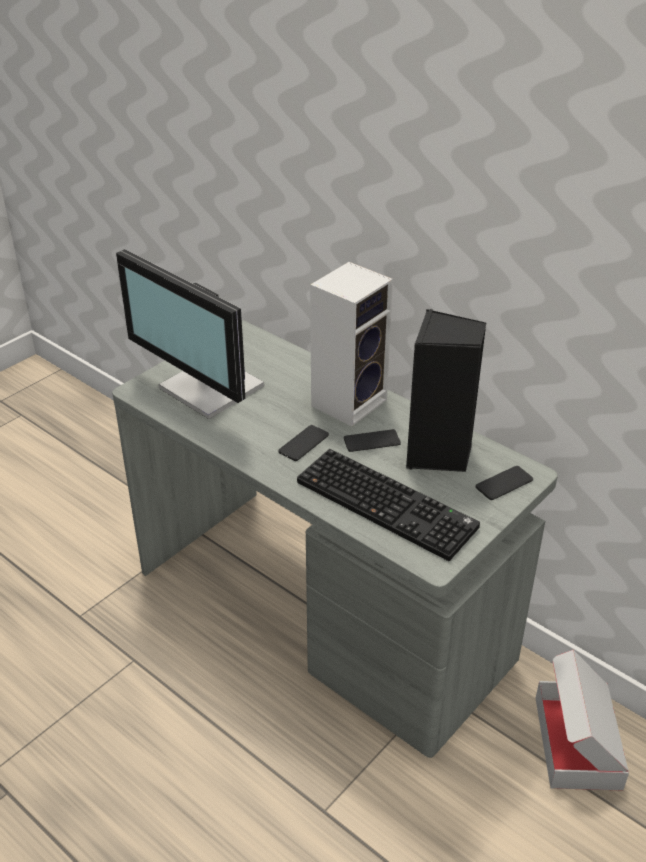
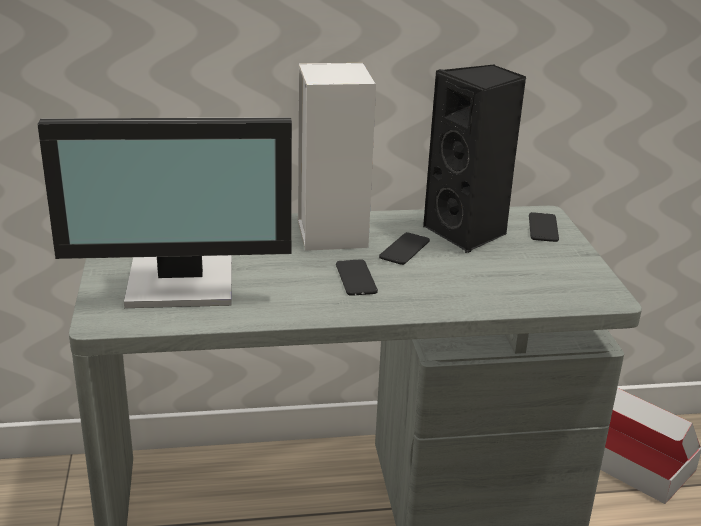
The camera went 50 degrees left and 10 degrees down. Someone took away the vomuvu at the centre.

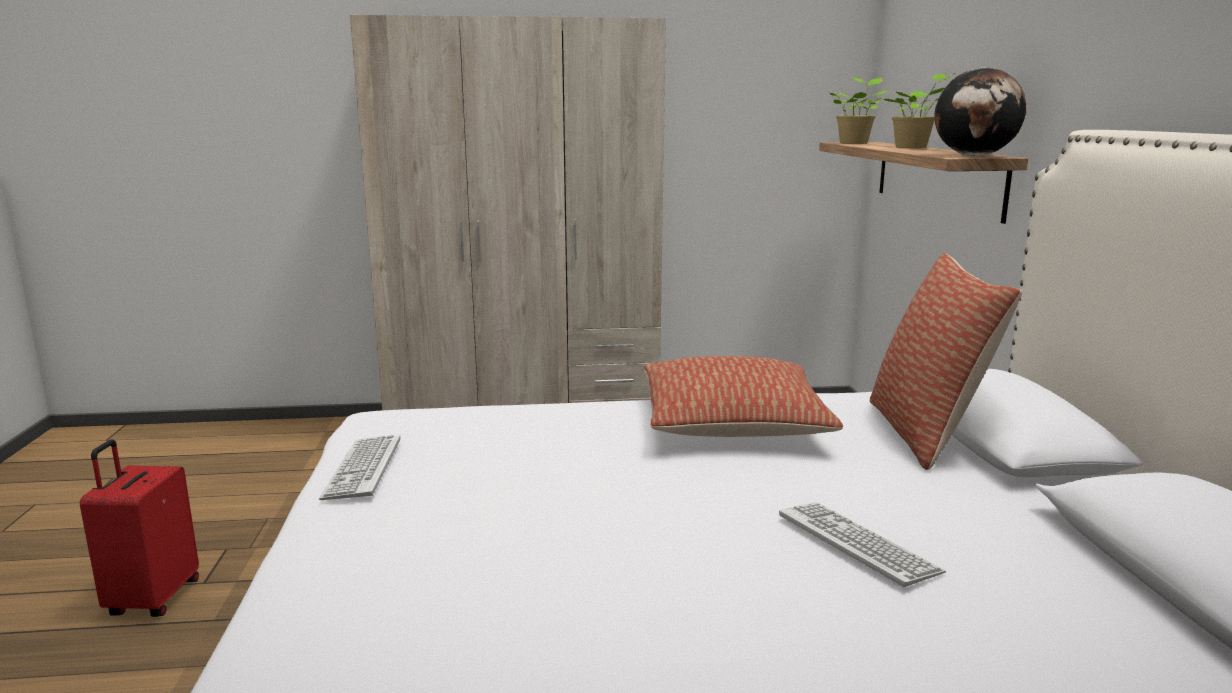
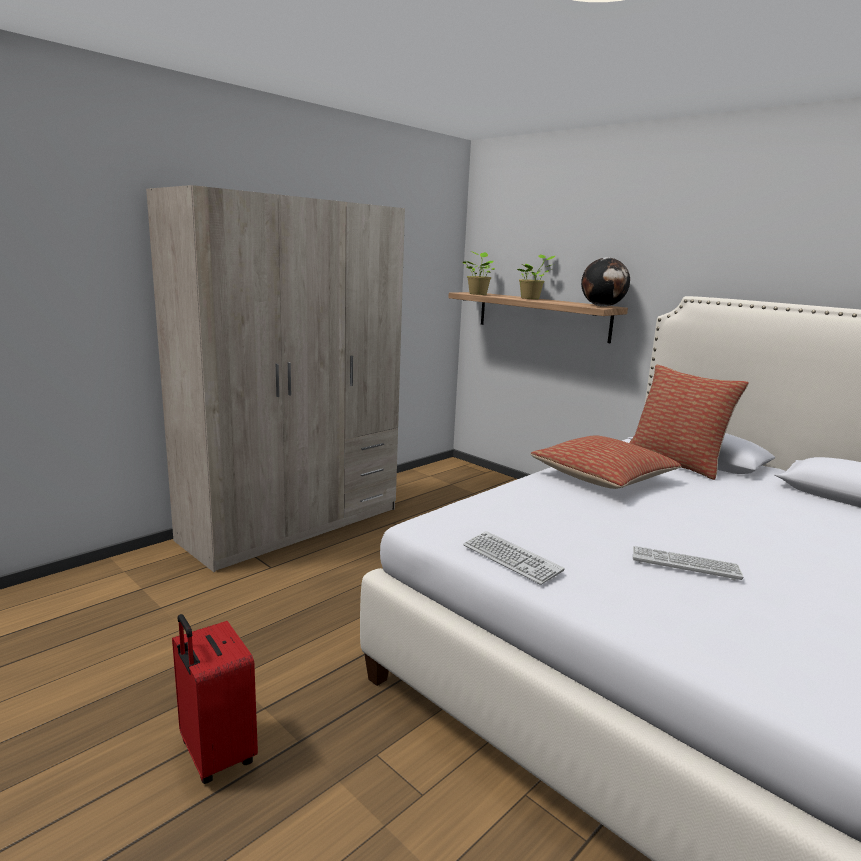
The camera went 40 degrees left and 0 degrees up. Someone carried the vomuvu (2nd from left) from the bottom right to the middle right.

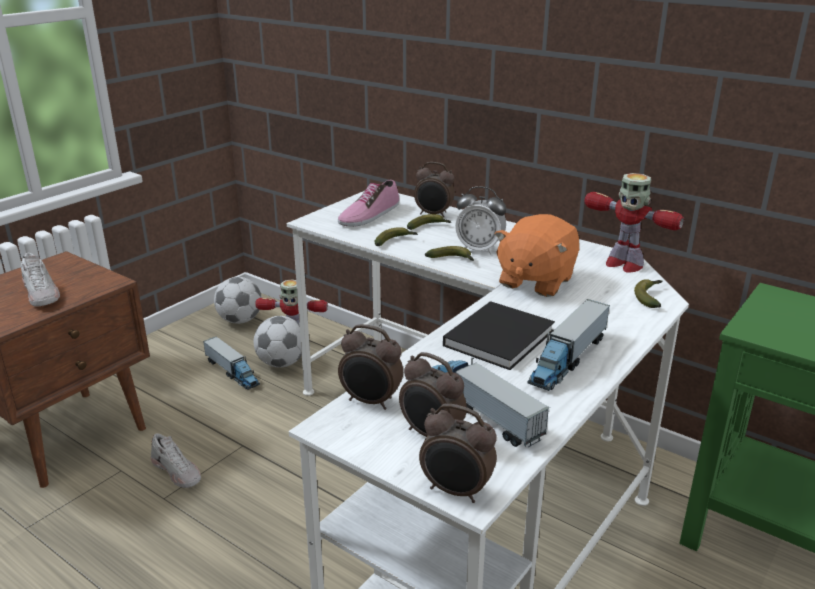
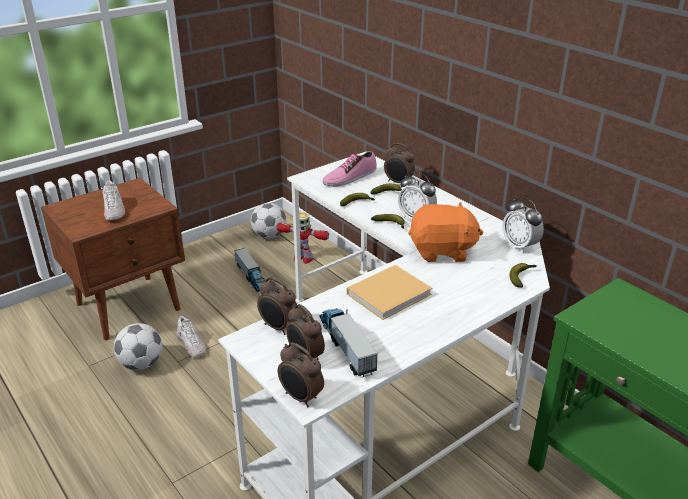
The camera went 15 degrees right and 5 degrees up. Someone carried the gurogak (2nd from left in the first image) from the centre to the bottom left. Someone repainted the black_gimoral at the centre, which became the beige_gimoral at the centre. Someone rotated the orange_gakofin at the centre by 135 degrees counterclockwise. Someone swapped the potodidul (2nd from left) at the middle right for the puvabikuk (6th from left) at the middle right. Someone took away the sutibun (3rd from left) at the middle right.

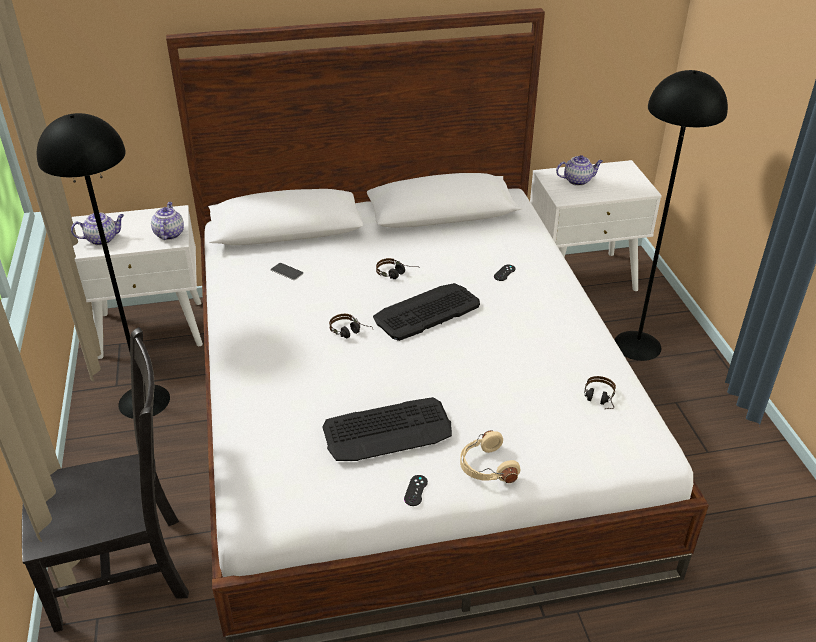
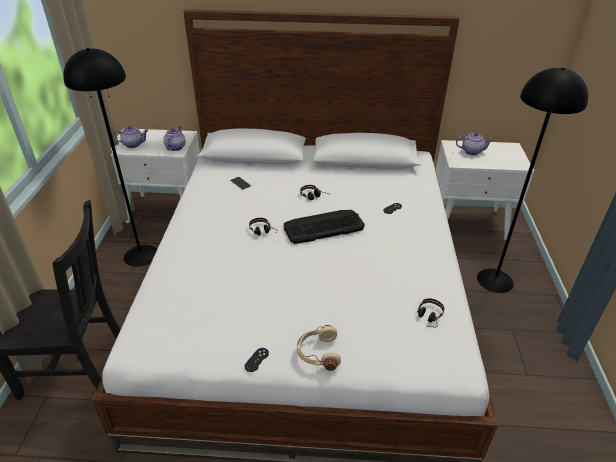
The camera went 15 degrees right and 0 degrees up. Someone took away the vomuvu (1st from left) at the bottom centre.

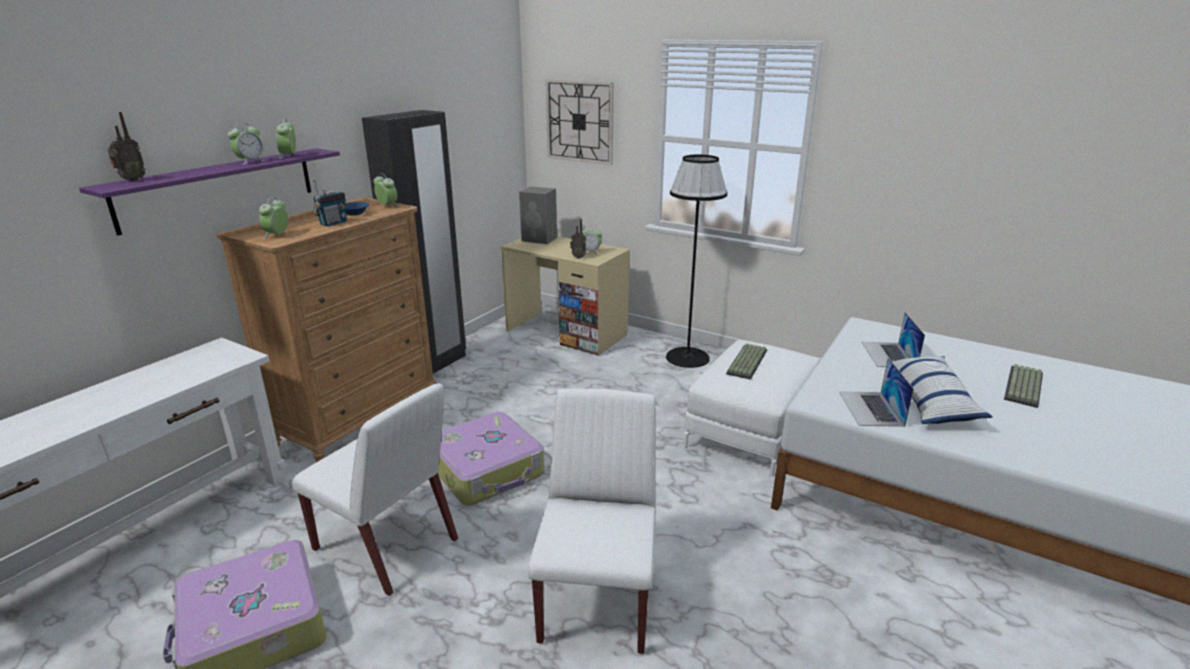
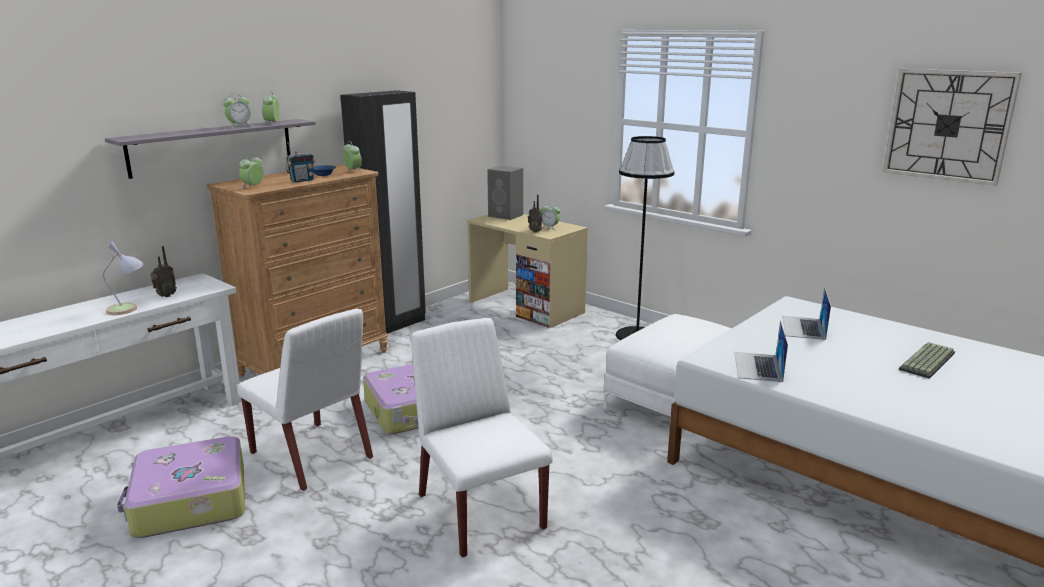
The camera went 10 degrees right and 5 degrees down. Someone put down the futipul at the middle left. Someone repainted the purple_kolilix at the top left, which became the grey_kolilix at the top left. Someone carried the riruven (1st from left) from the top left to the middle left. Someone rotated the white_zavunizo (2nd from left) at the bottom centre by 45 degrees counterclockwise. Someone carried the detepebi from the top centre to the top right. Someone took away the vomuvu (1st from left) at the centre. Someone took away the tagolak at the middle right.

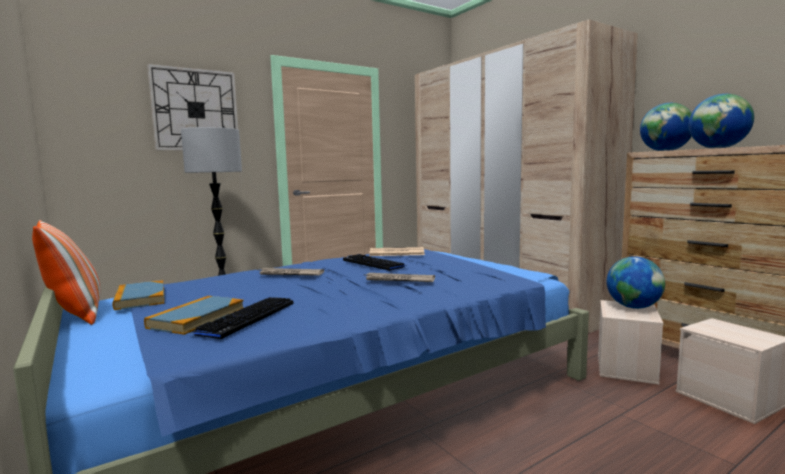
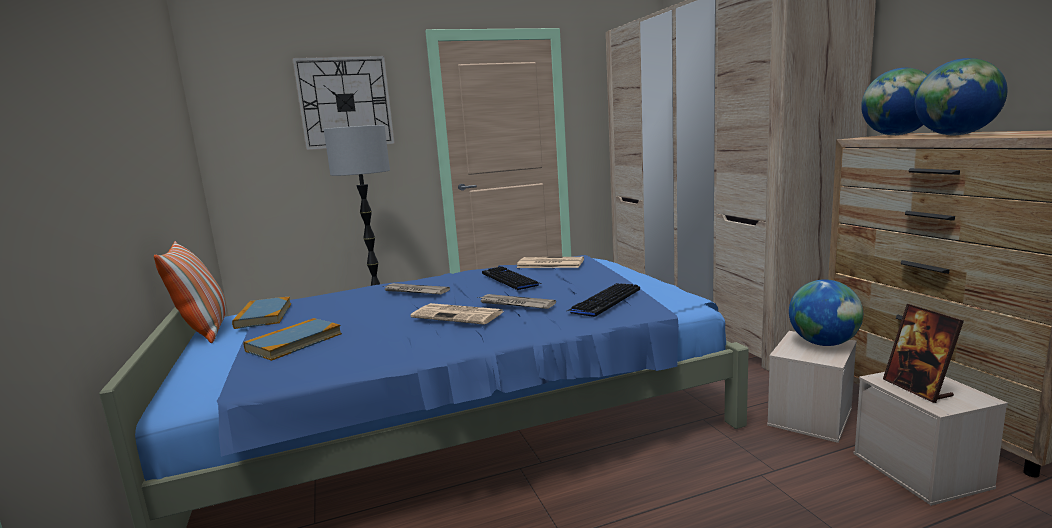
The camera went 15 degrees right and 5 degrees up. Someone put down the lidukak (2nd from left) at the centre. Someone carried the vomuvu (1st from left in the first image) from the bottom left to the centre. Someone put down the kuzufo at the bottom right.

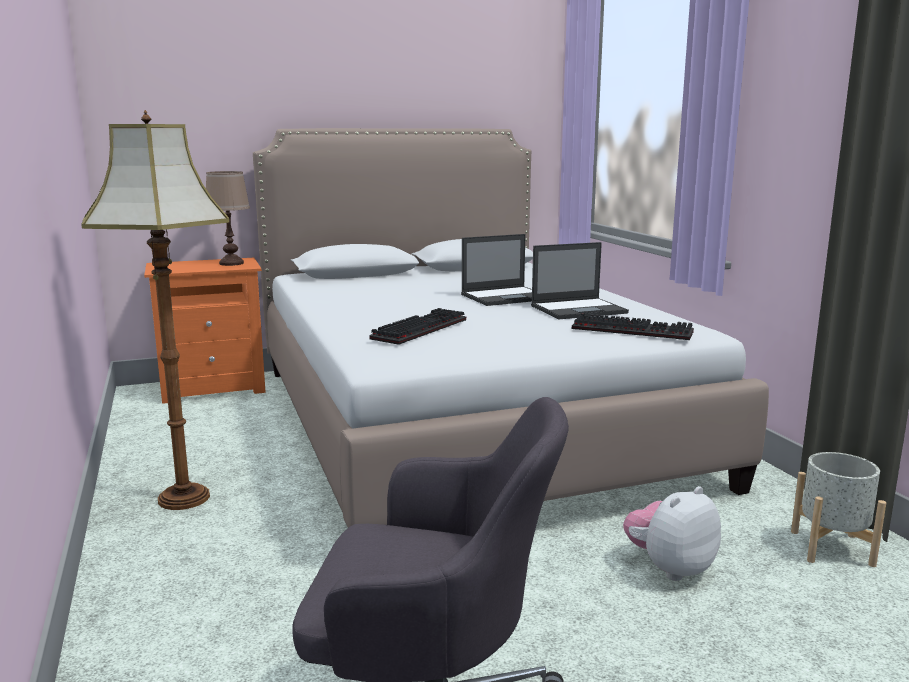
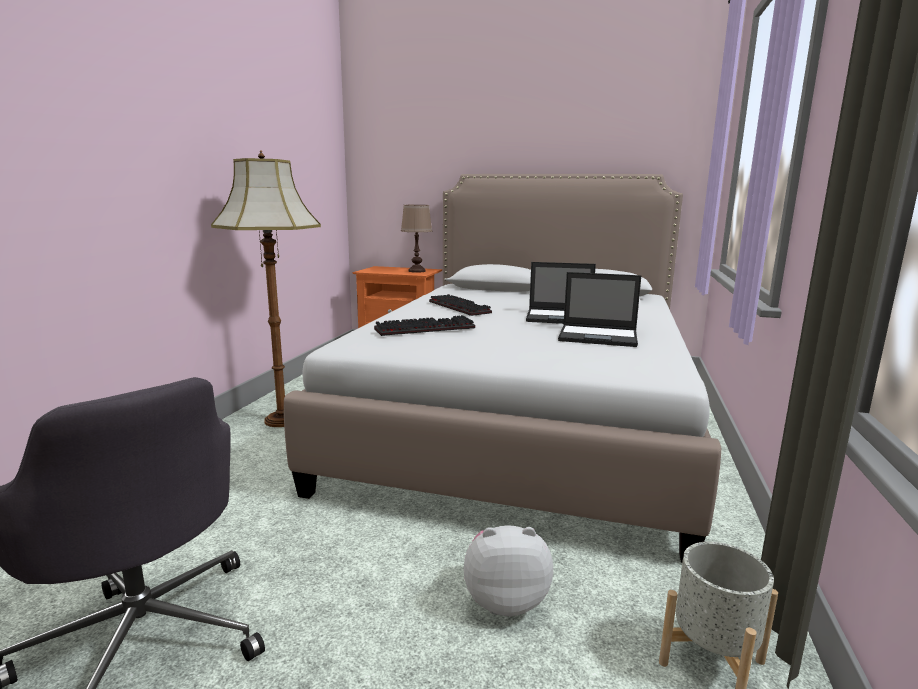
The camera went 35 degrees right and 0 degrees up. Someone carried the vomuvu (2nd from left) from the middle right to the centre.

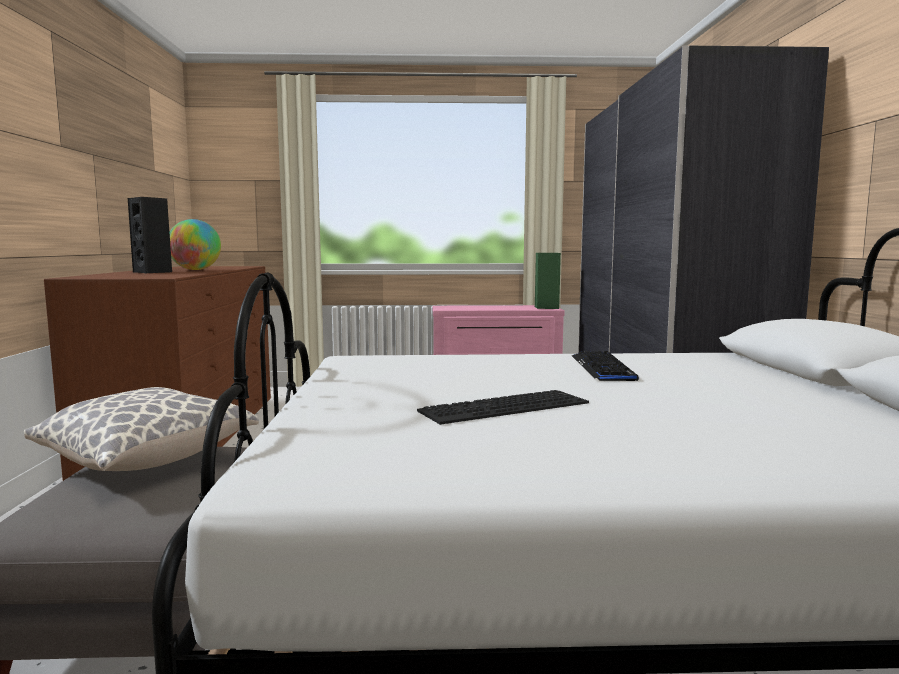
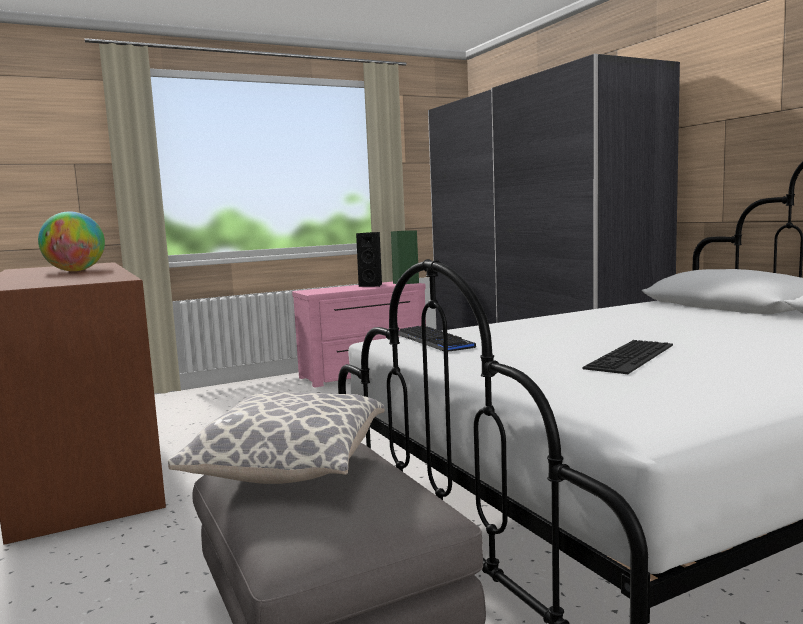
The camera went 25 degrees left and 0 degrees up. Someone carried the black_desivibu from the middle left to the centre. Someone carried the vomuvu (2nd from left in the first image) from the middle right to the centre.

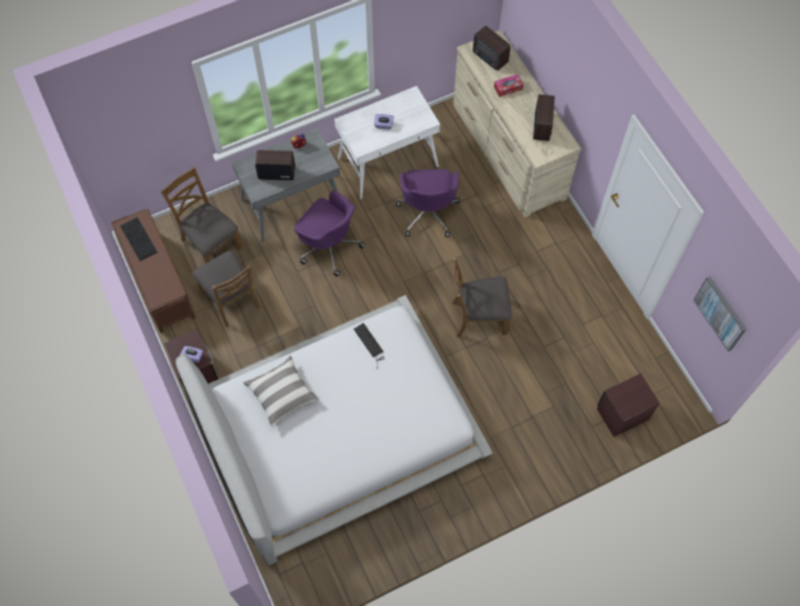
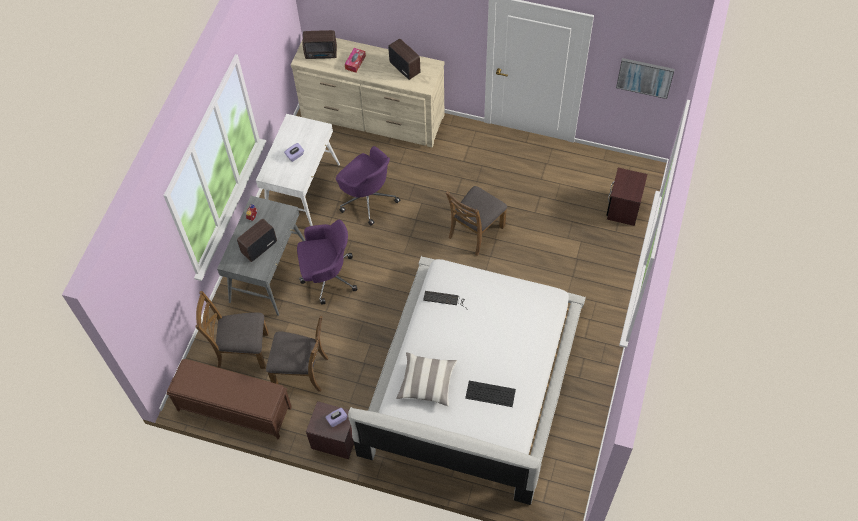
The camera went 45 degrees left and 5 degrees down. Someone carried the vomuvu (1st from left in the first image) from the middle left to the bottom centre.

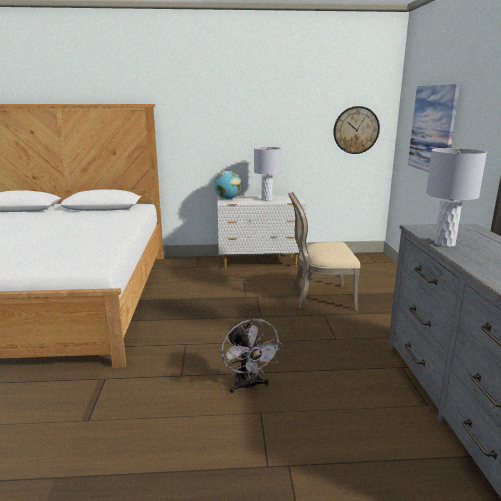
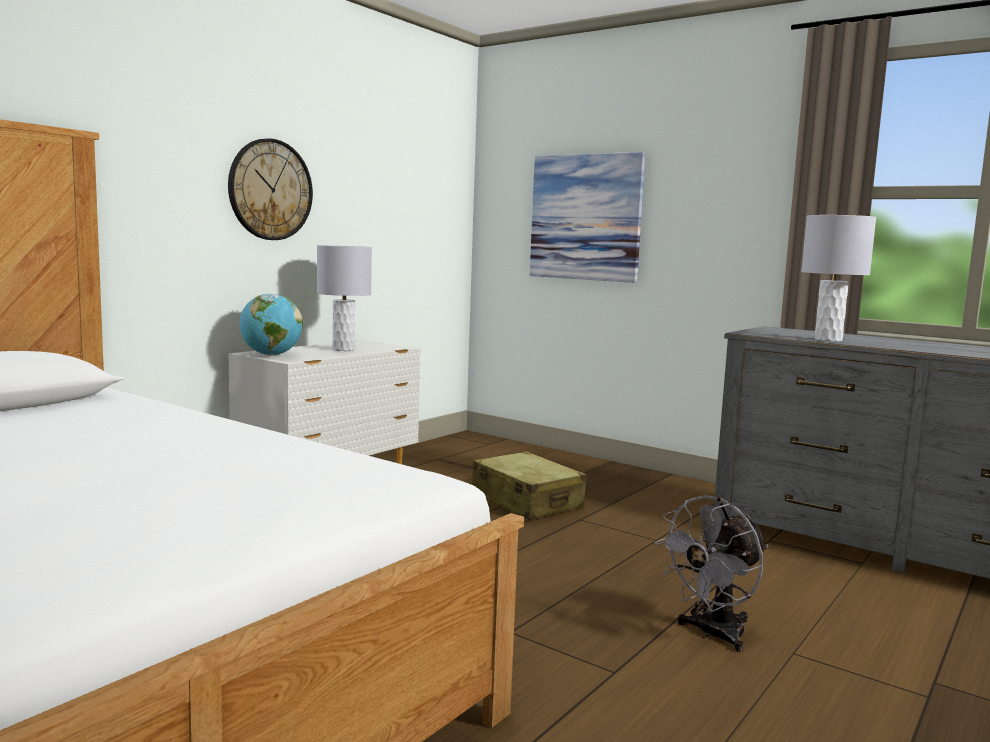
The camera went 50 degrees left and 10 degrees down. Someone carried the detepebi from the top right to the top left. Someone swapped the beige_zavunizo at the centre for the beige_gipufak at the centre. Someone rotated the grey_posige at the bottom centre by 120 degrees clockwise.

